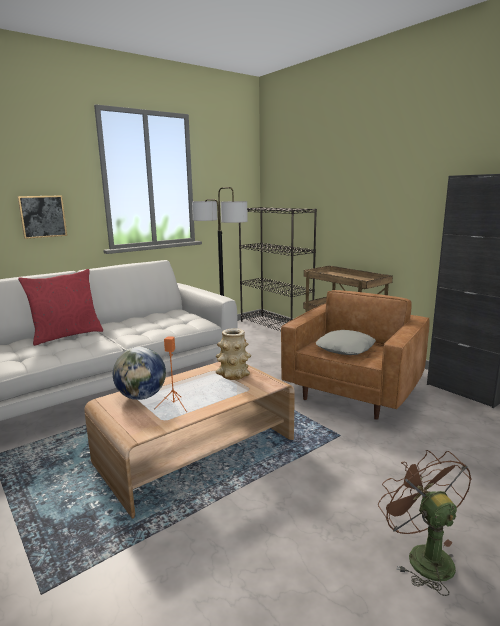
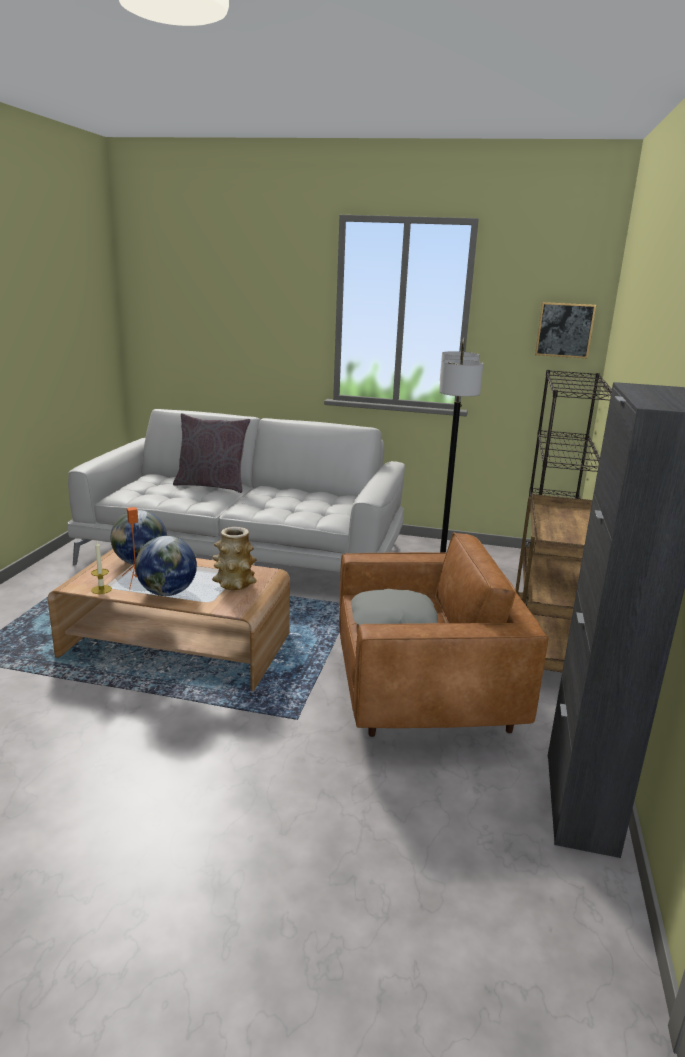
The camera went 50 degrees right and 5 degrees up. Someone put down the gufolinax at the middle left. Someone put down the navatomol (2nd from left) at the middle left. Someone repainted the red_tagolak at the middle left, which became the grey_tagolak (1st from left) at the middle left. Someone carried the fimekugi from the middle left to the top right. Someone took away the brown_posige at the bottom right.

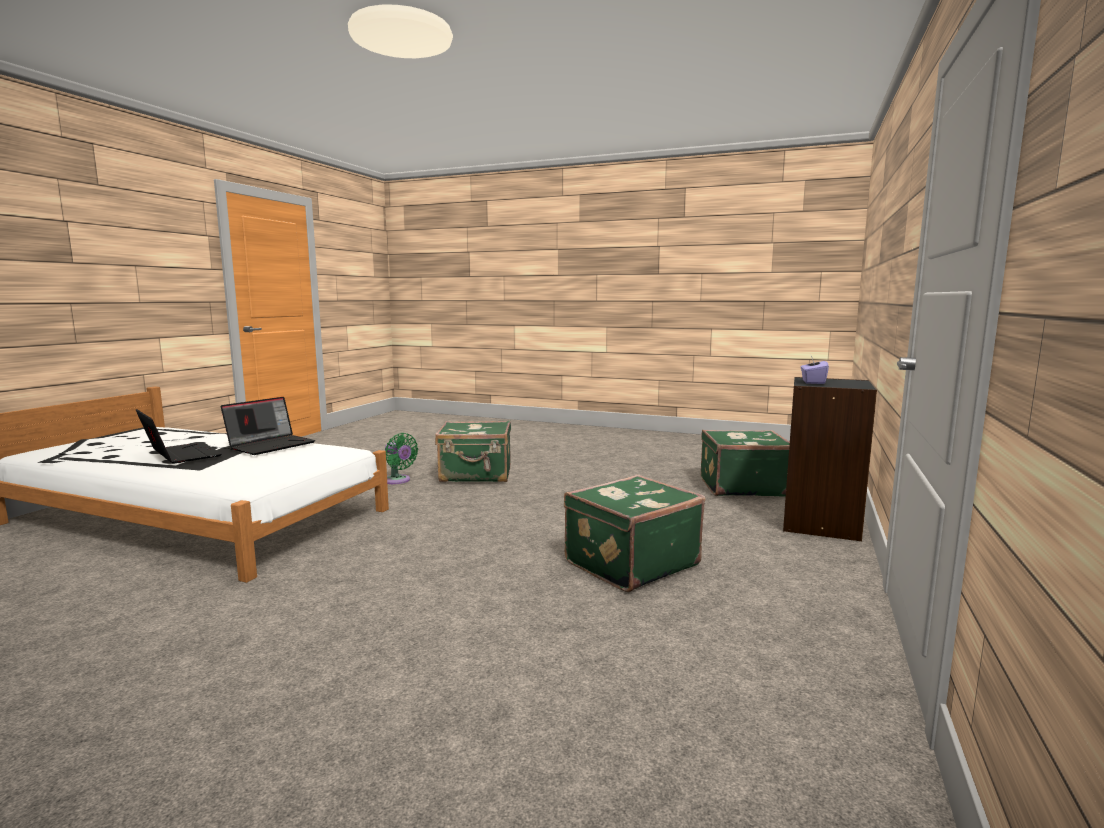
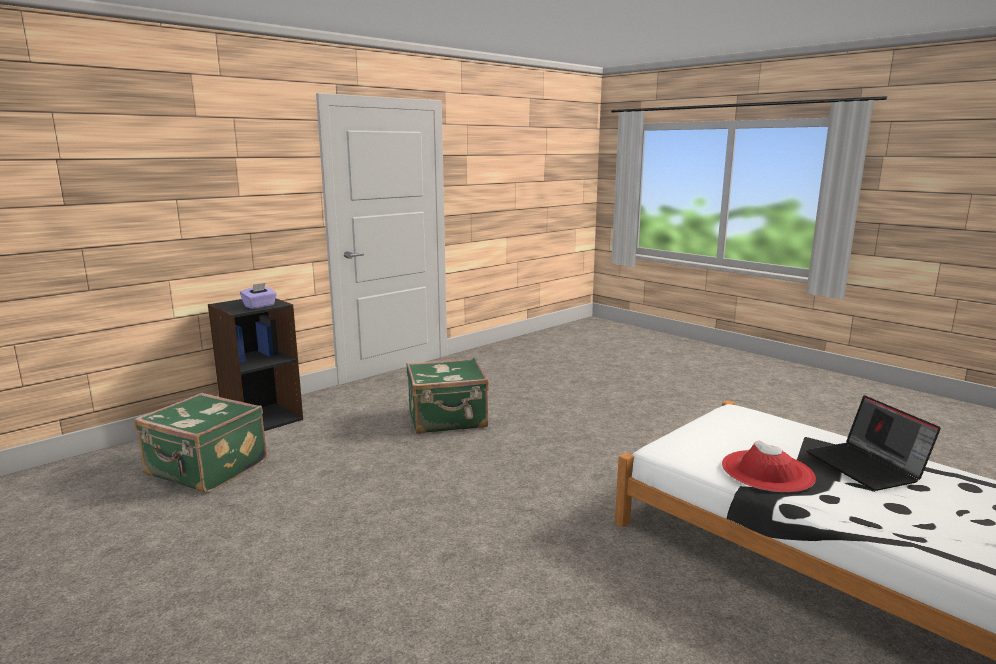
The camera went 155 degrees left and 5 degrees up. Someone swapped the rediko (2nd from left) at the middle left for the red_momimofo at the bottom right. Someone took away the green_posige at the centre. Someone took away the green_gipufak (1st from left) at the centre.

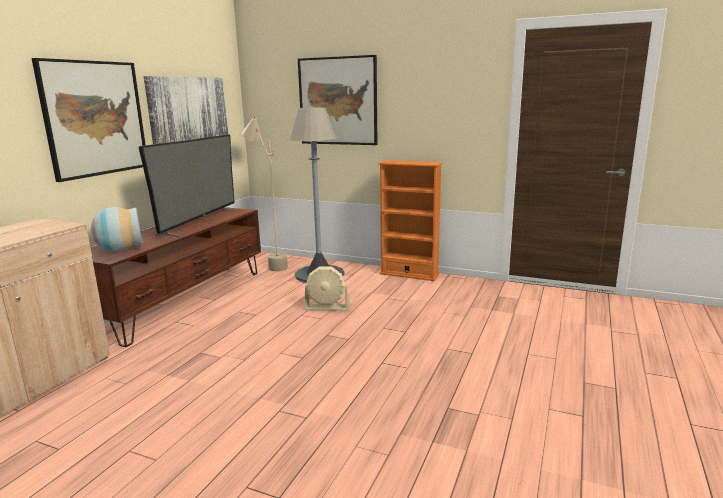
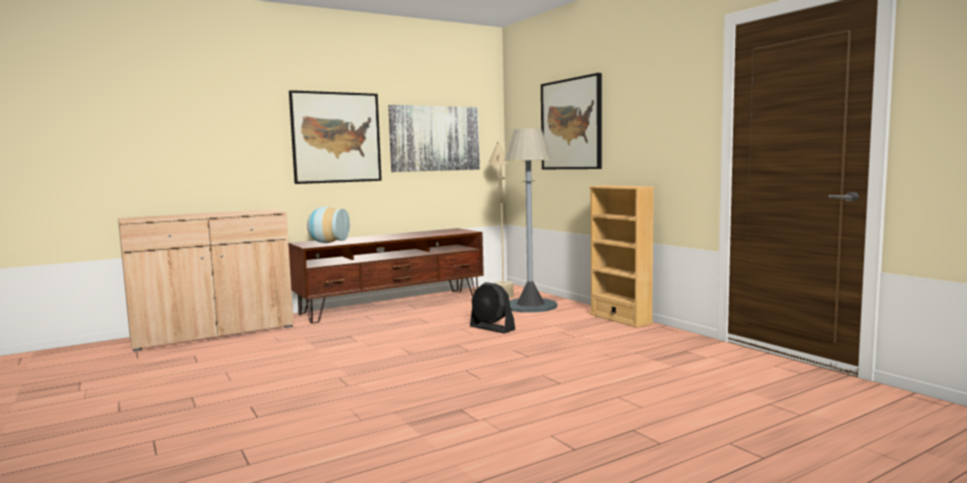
The camera went 35 degrees right and 10 degrees down. Someone repainted the beige_posige at the centre, which became the black_posige at the centre. Someone repainted the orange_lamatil at the centre, which became the beige_lamatil at the centre. Someone took away the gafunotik at the middle left.

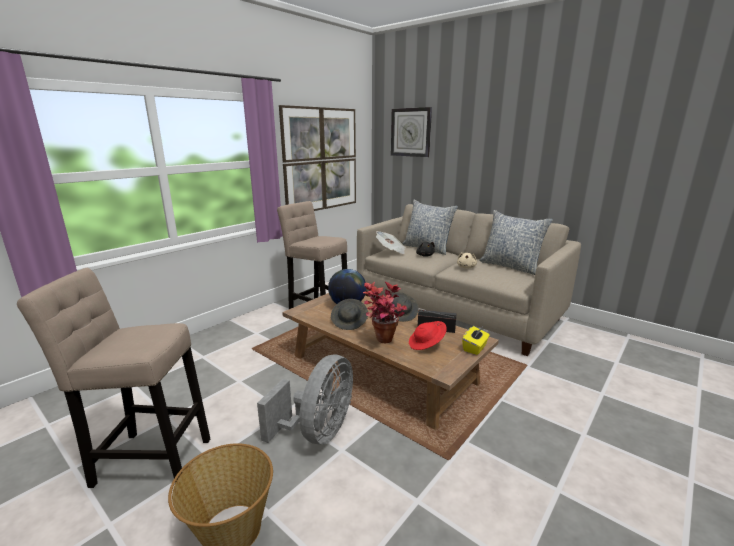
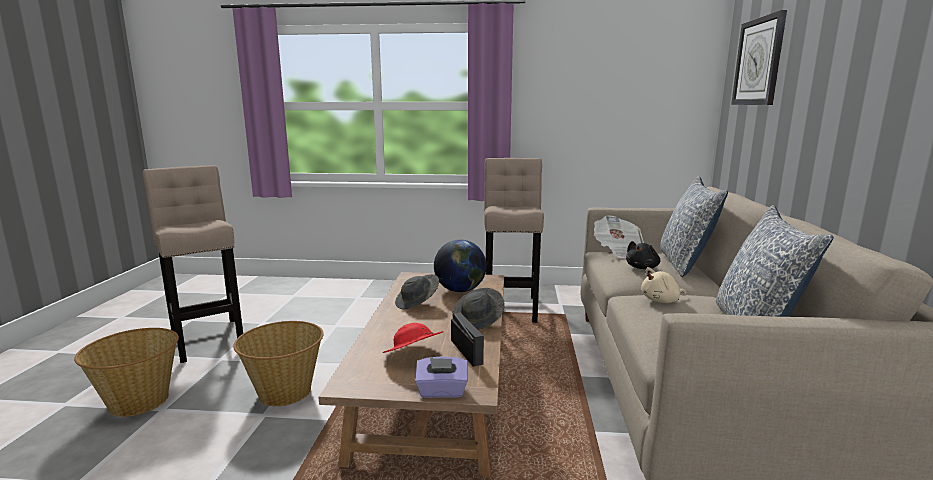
The camera went 55 degrees right and 5 degrees down. Someone swapped the grey_posige at the bottom centre for the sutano (2nd from left) at the bottom left. Someone repainted the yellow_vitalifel at the centre, which became the purple_vitalifel at the bottom centre. Someone took away the fimekugi at the top centre. Someone took away the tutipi at the centre.

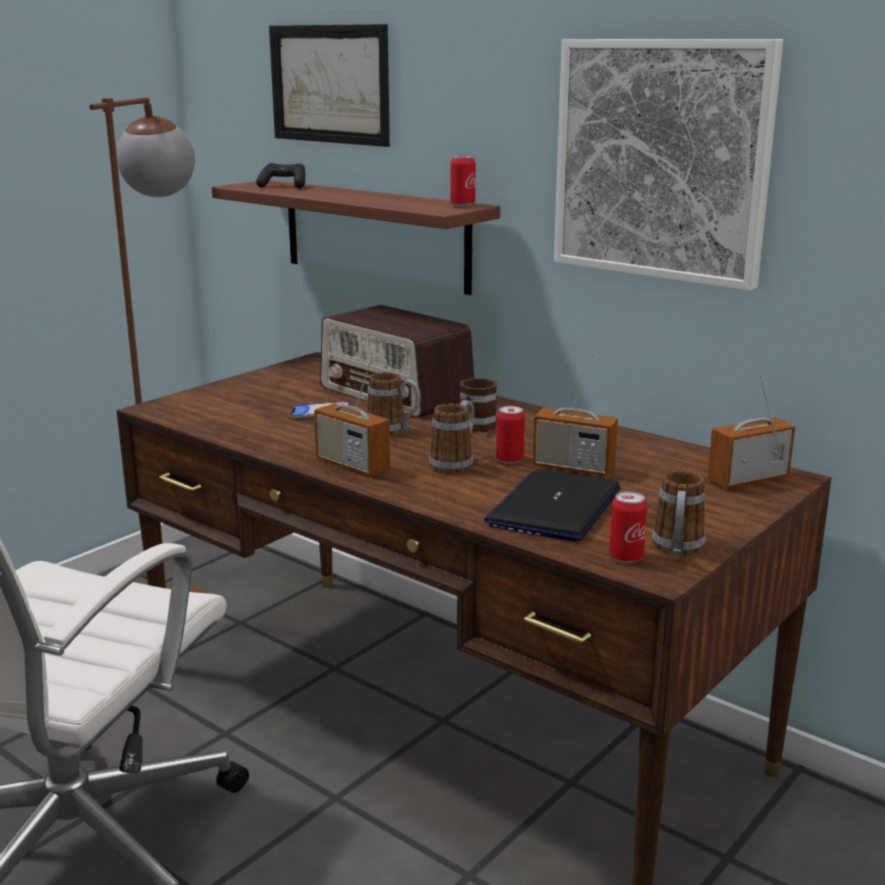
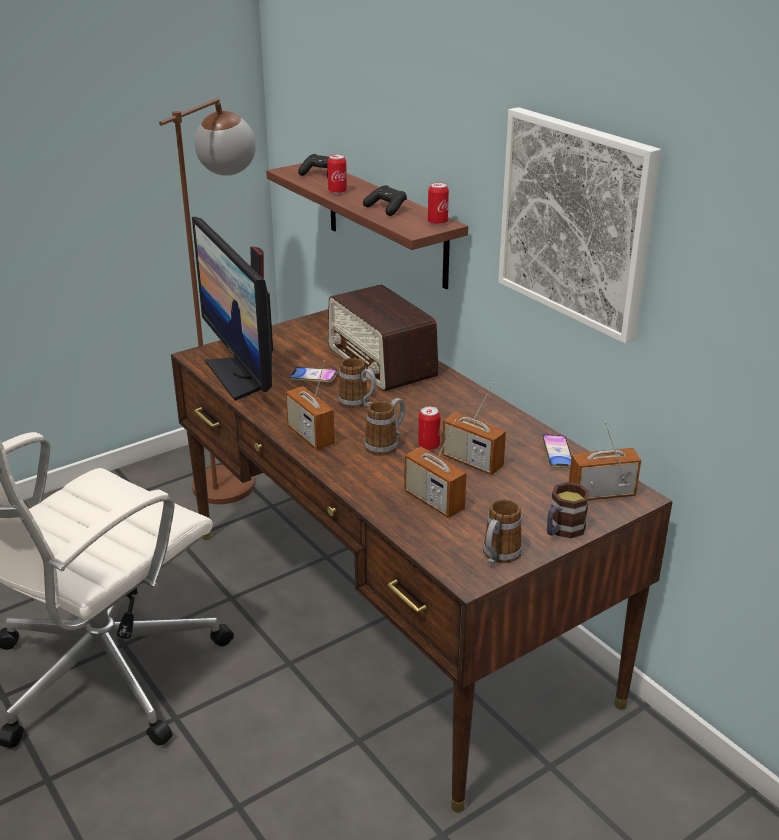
The camera went 15 degrees right and 10 degrees up. Someone put down the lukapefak at the middle left. Someone carried the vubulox (3rd from left in the first image) from the middle right to the top centre. Someone put down the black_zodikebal (2nd from left) at the top centre. Someone swapped the rediko at the centre for the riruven (3rd from left) at the centre. Someone put down the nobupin (2nd from left) at the middle right. Someone carried the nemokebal (3rd from left in the first image) from the centre to the middle right. Someone took away the fimekugi (1st from left) at the top centre.

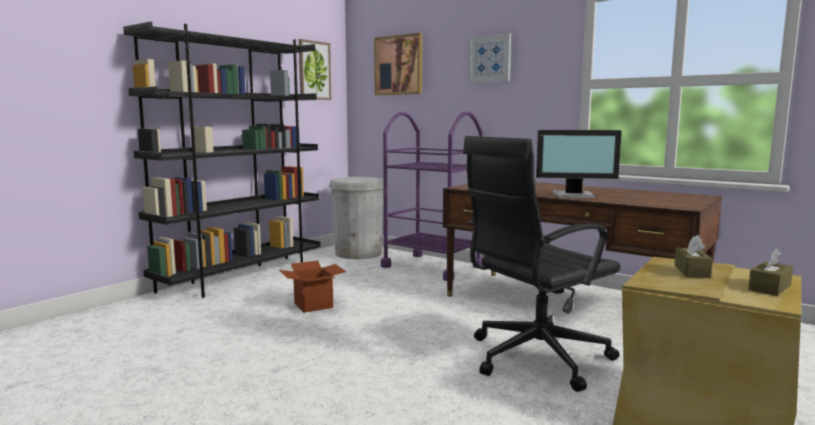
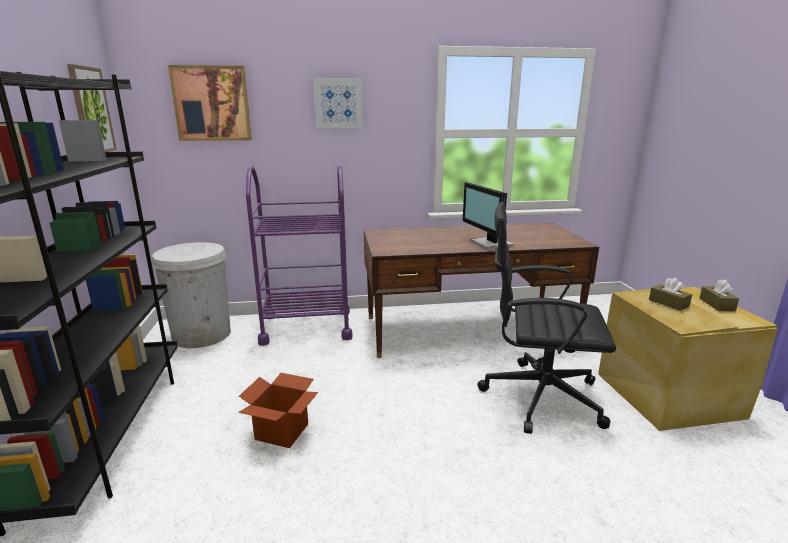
The camera went 45 degrees left and 10 degrees up. Someone rotated the lukapefak at the middle right by 105 degrees clockwise. Someone rotated the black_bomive at the centre by 90 degrees clockwise.

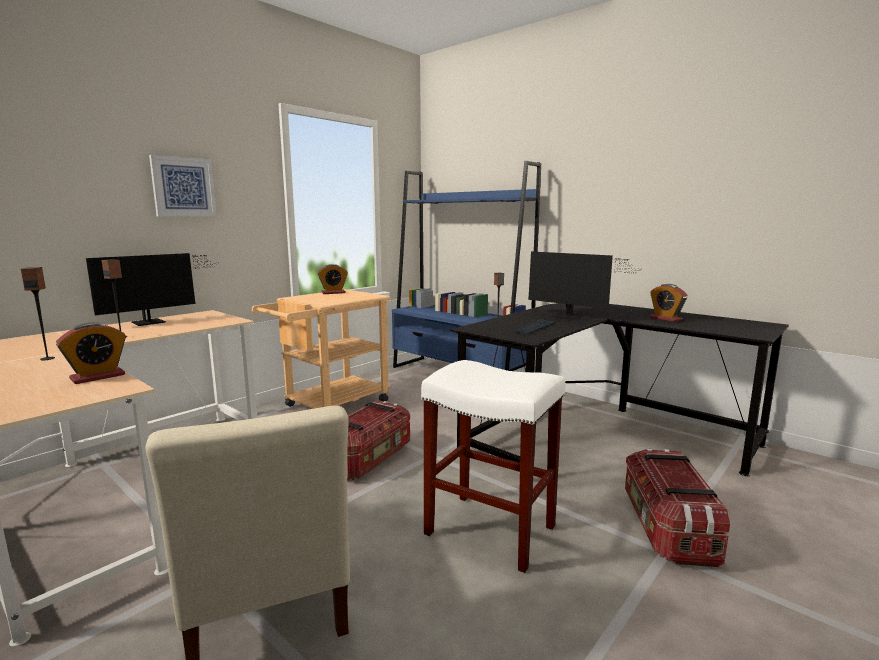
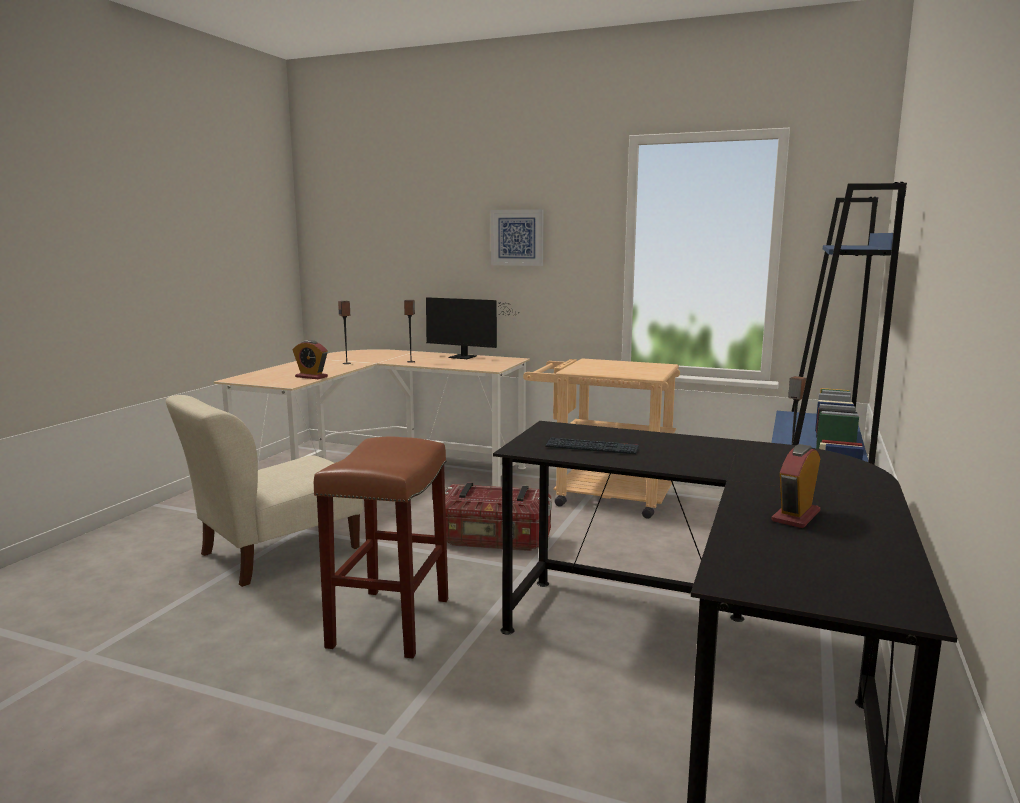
The camera went 70 degrees right and 0 degrees up. Someone repainted the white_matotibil at the bottom centre, which became the brown_matotibil at the bottom centre. Someone took away the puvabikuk (2nd from left) at the centre. Someone took away the lukapefak (2nd from left) at the centre. Someone took away the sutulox (2nd from left) at the bottom right.

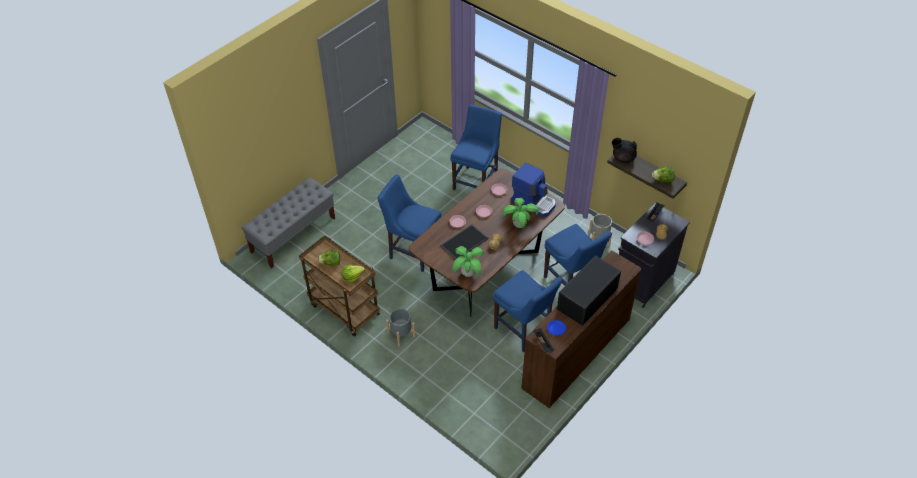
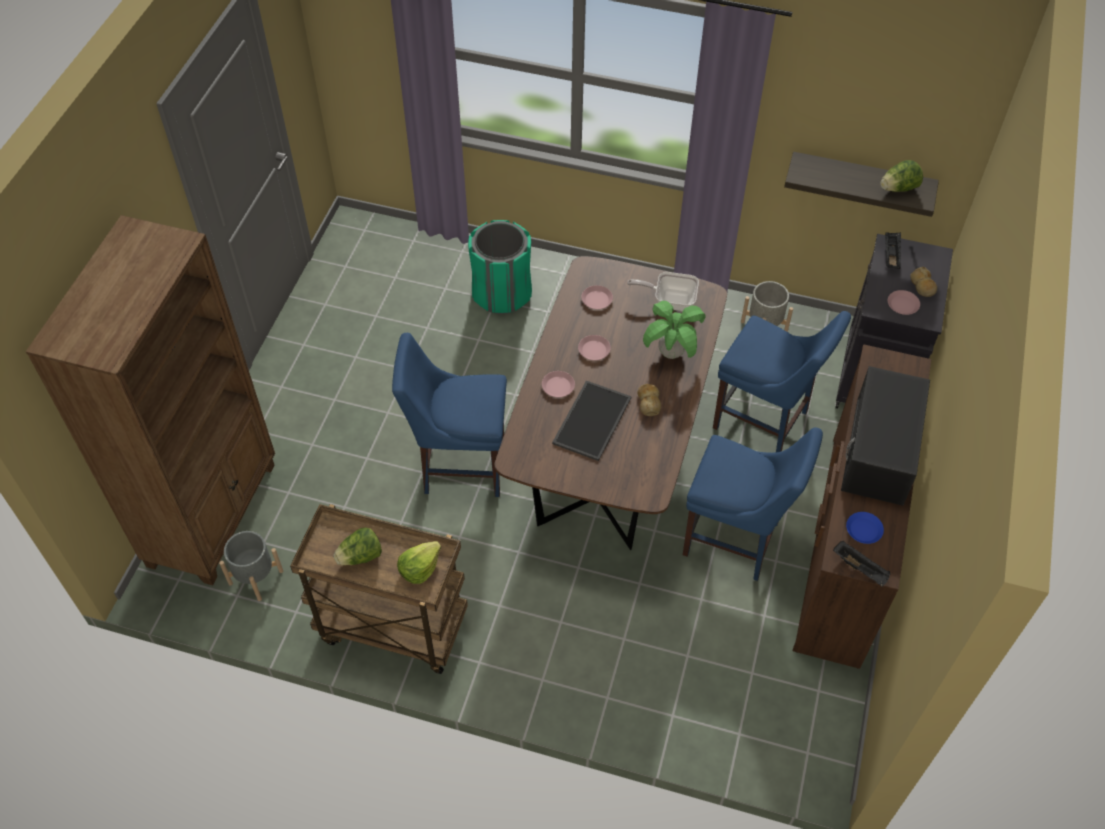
The camera went 25 degrees left and 5 degrees up. Someone swapped the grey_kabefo at the middle left for the brown_lamatil at the middle left. Someone carried the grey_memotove (1st from left) from the bottom centre to the bottom left. Someone swapped the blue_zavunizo (2nd from left) at the top centre for the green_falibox at the top centre. Someone swapped the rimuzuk at the centre for the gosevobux at the centre. Someone took away the tutipi (1st from left) at the centre. Someone took away the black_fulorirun at the top right.

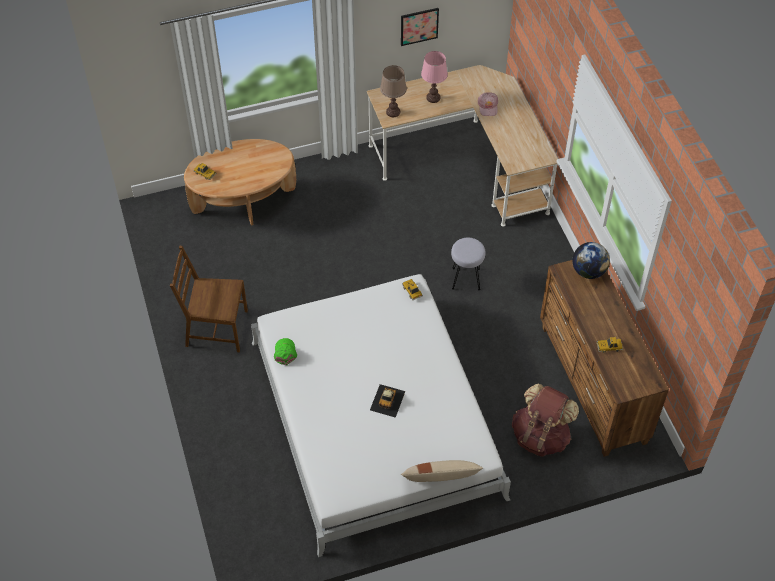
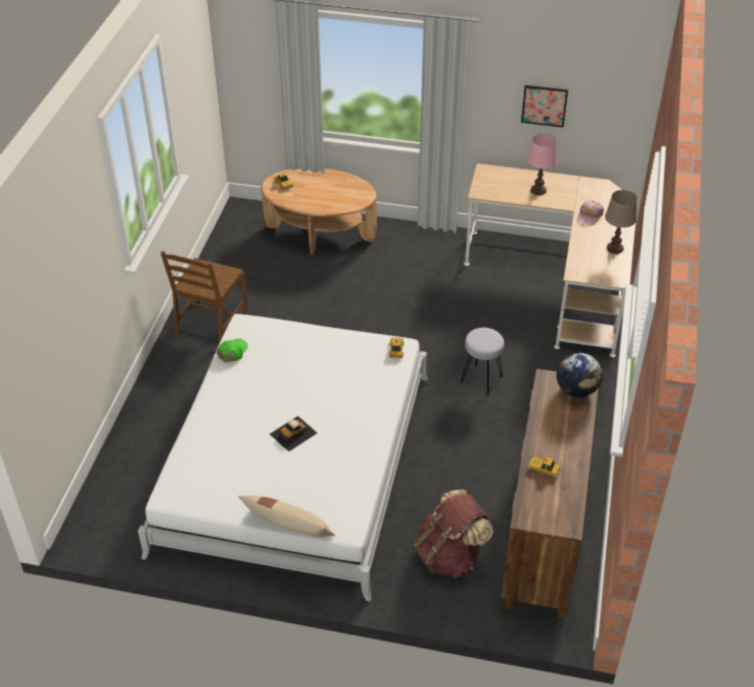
The camera went 30 degrees right and 10 degrees down. Someone rotated the brown_zavunizo at the middle left by 105 degrees counterclockwise. Someone carried the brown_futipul from the top centre to the top right.

